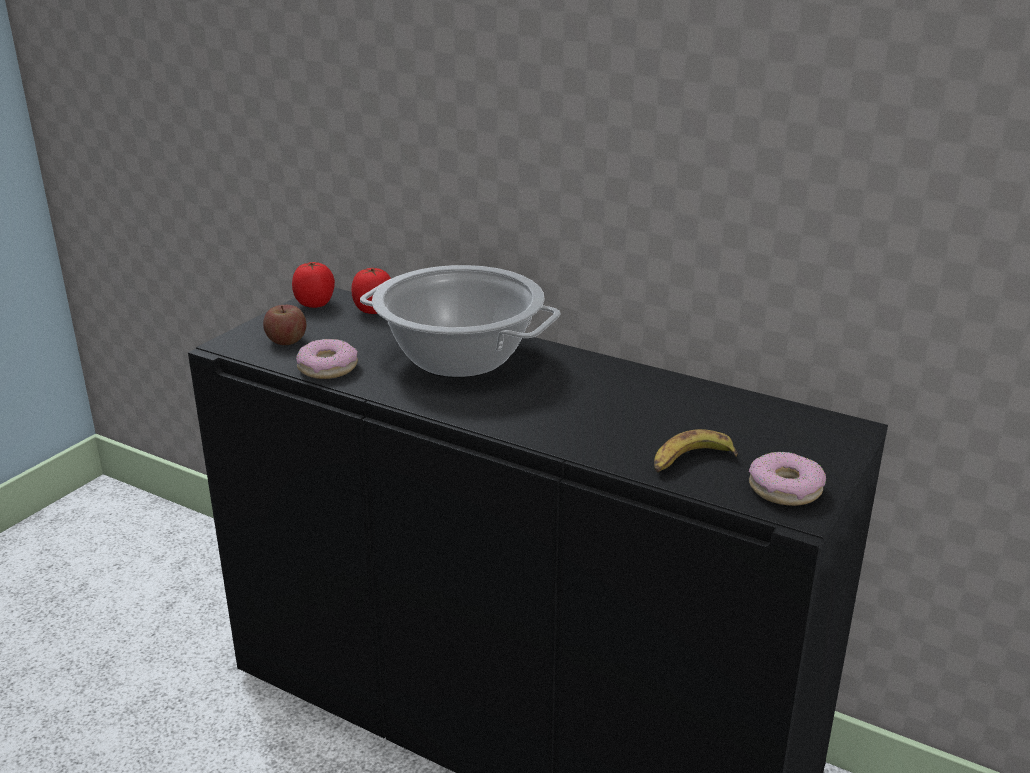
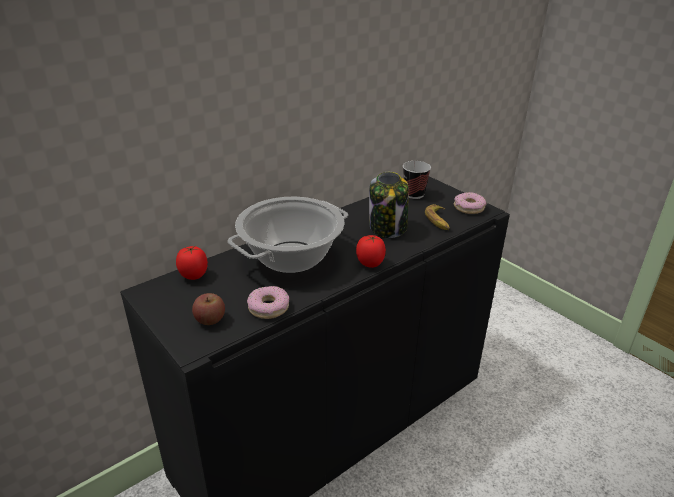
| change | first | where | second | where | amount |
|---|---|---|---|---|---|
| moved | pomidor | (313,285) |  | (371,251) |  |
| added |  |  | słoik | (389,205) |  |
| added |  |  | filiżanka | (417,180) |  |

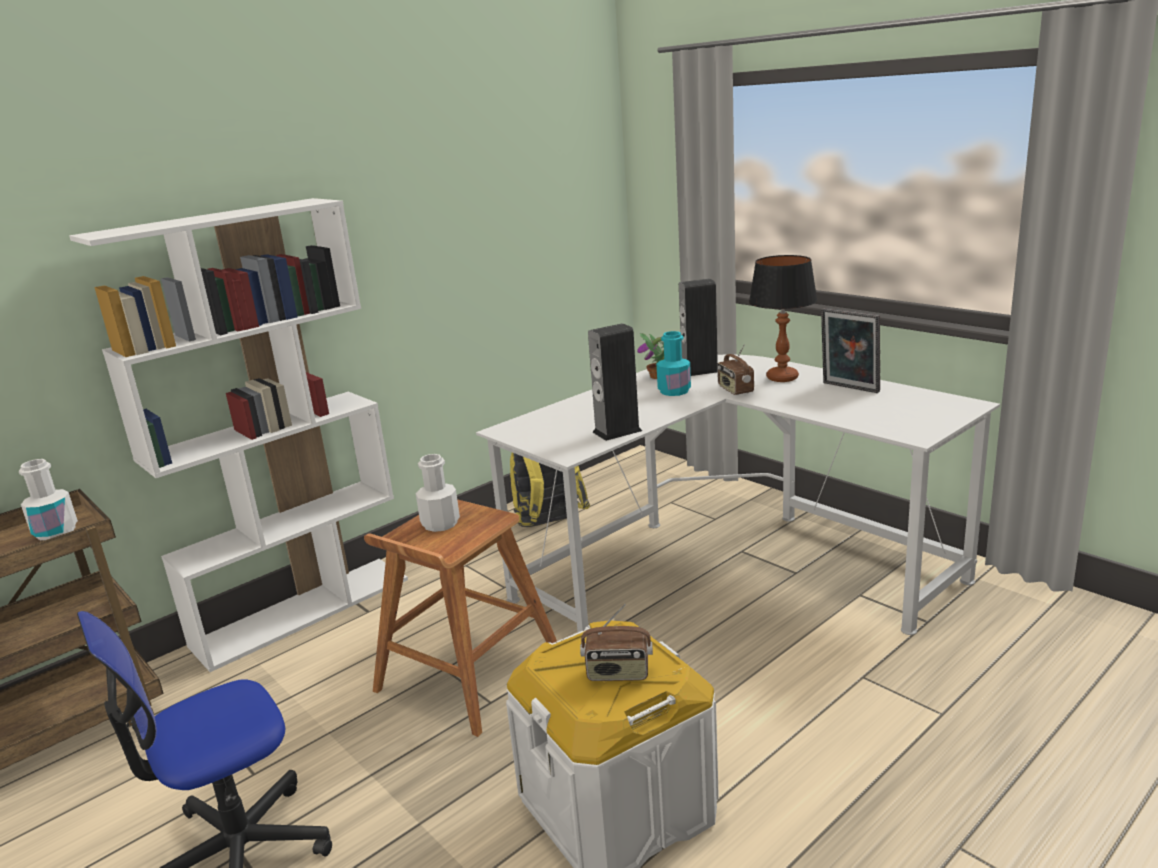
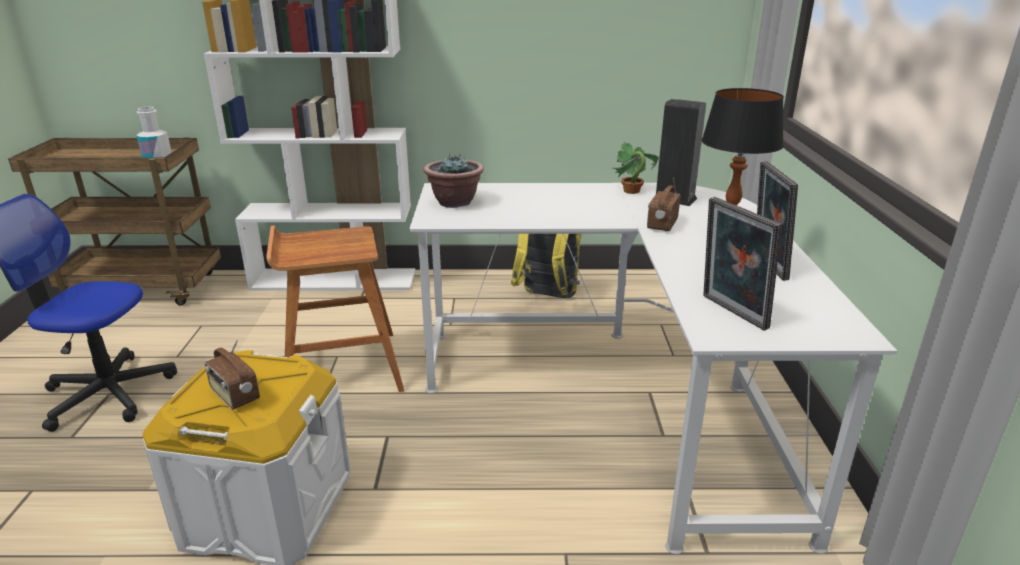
| change | first | where | second | where | amount |
|---|---|---|---|---|---|
| added |  |  | roślina doniczkowa | (454,181) |  |
| added |  |  | ramka na zdjęcie | (742,264) |  |
| removed | butelka (biały) | (438,493) |  |  |  |
| removed | głośnik | (615,382) |  |  |  |
| removed | butelka (turkusowy) | (674,363) |  |  |  |

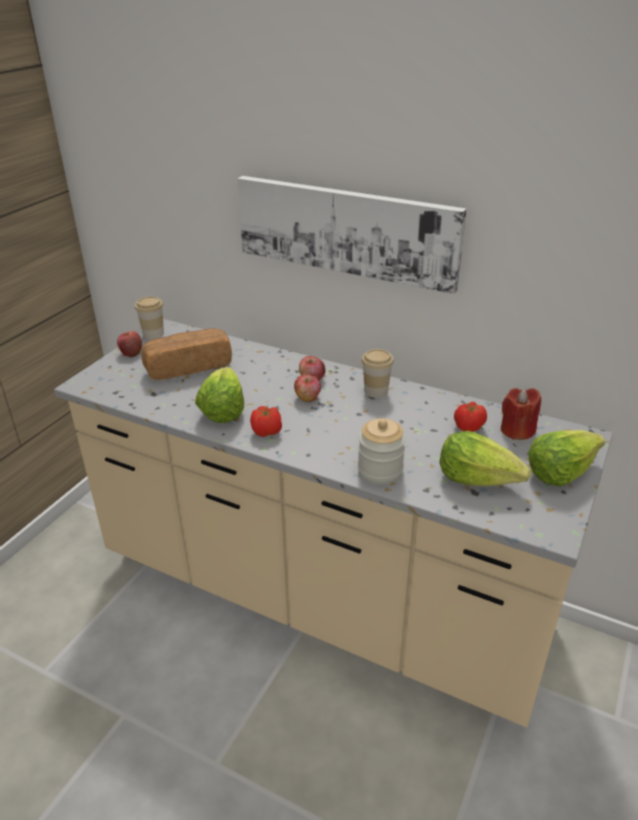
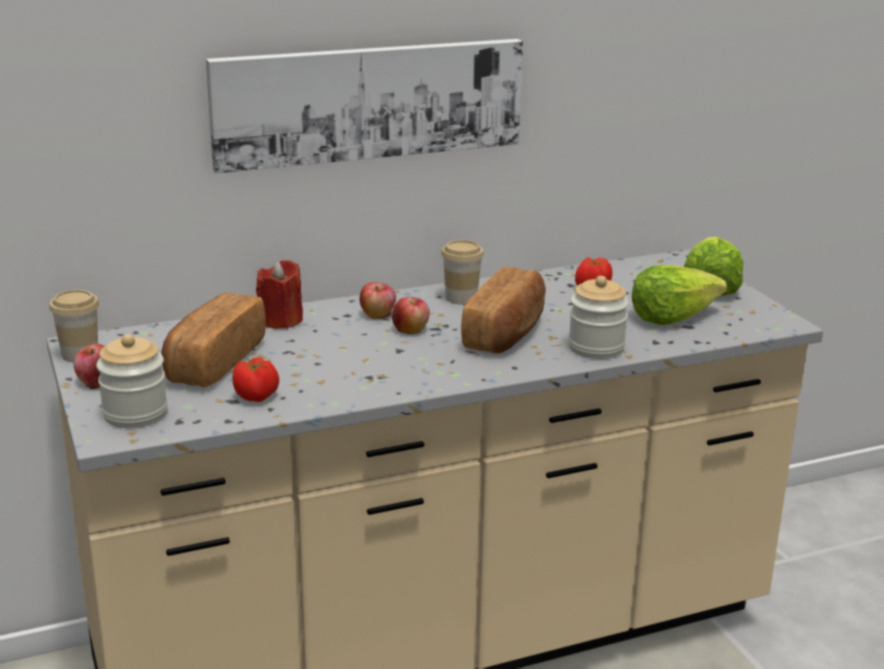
| change | first | where | second | where | amount |
|---|---|---|---|---|---|
| added |  |  | słoik | (132,381) |  |
| moved | pomidor | (266,421) |  | (255,379) |  |
| moved | świeca (czerwony) | (521,414) |  | (279,294) |  |
| added |  |  | chleb | (503,310) |  |
| removed | sałata | (219,395) |  |  |  |

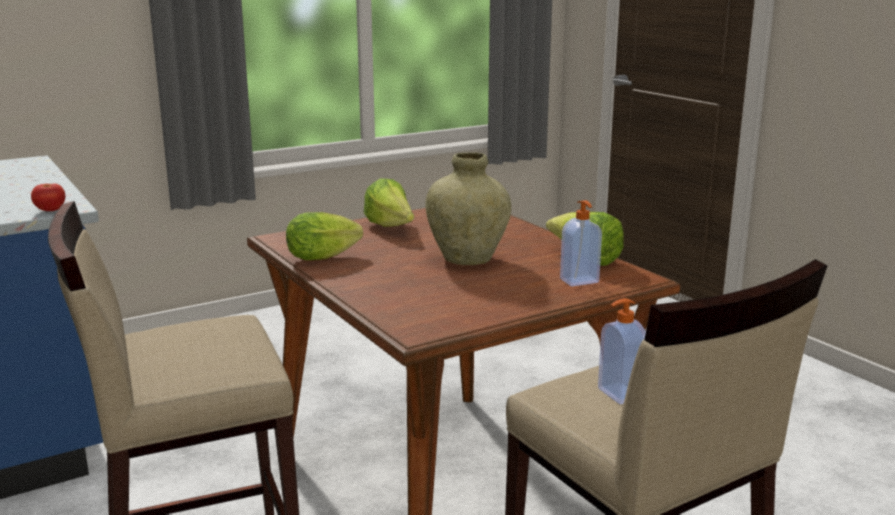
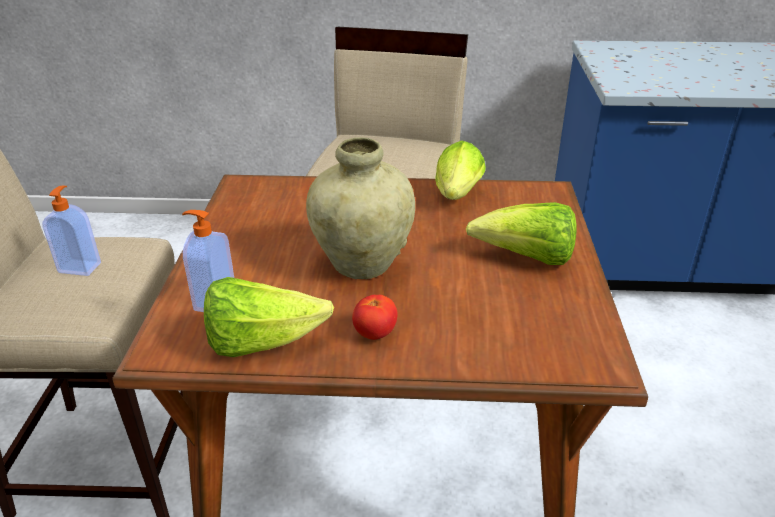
| change | first | where | second | where | amount |
|---|---|---|---|---|---|
| moved | pomidor | (48,197) |  | (375,317) |  |

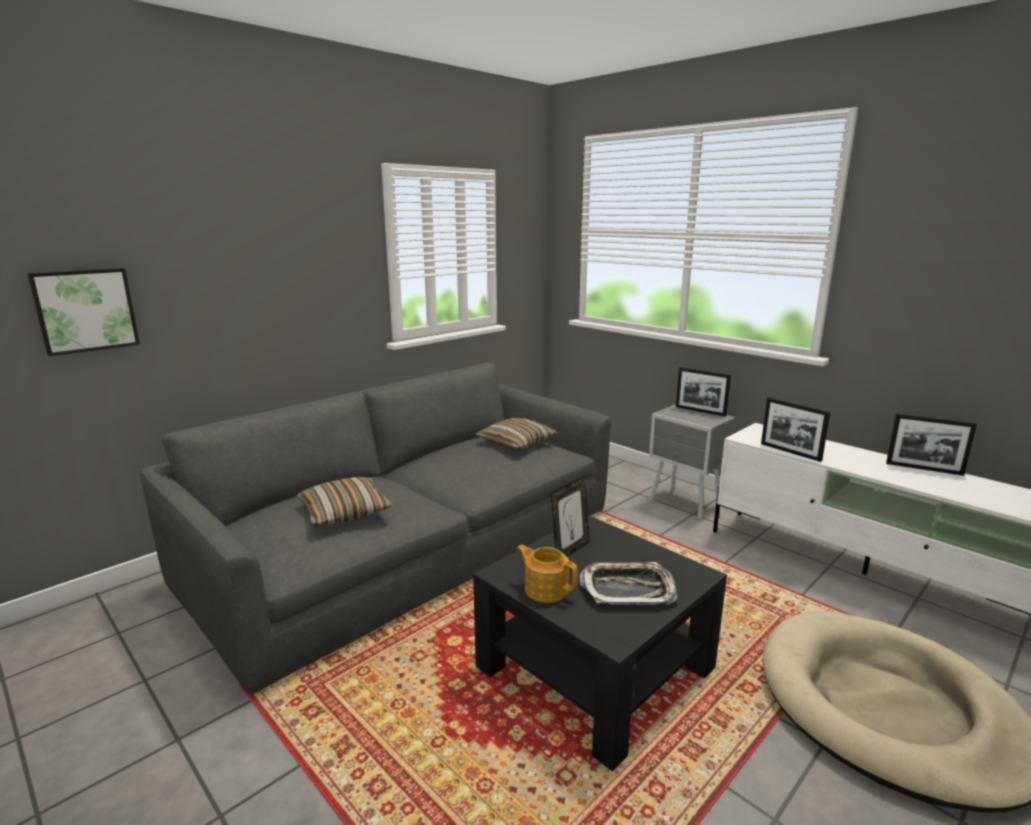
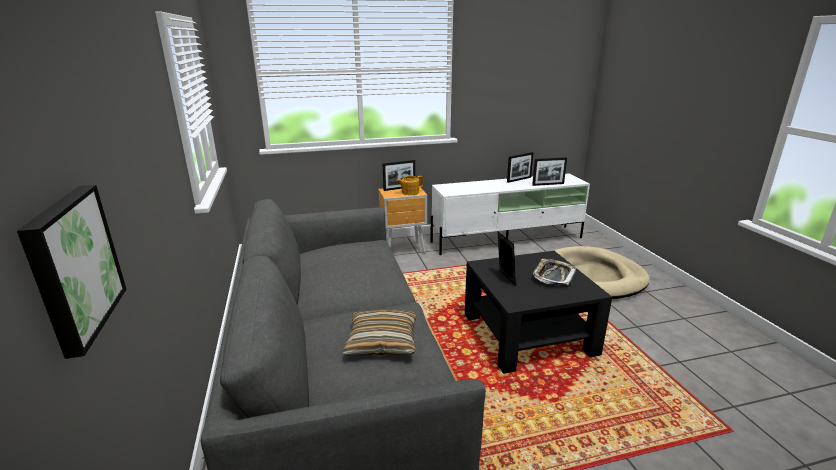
| change | first | where | second | where | amount |
|---|---|---|---|---|---|
| recoloured | szafka nocna (szary) | (692,461) | szafka nocna (brązowy) | (403,220) |  |
| moved | imbryk | (547,573) |  | (410,185) |  |
| moved | ramka na zdjęcie | (795,429) |  | (549,171) |  |
| removed | poduszka | (516,434) |  |  |  |

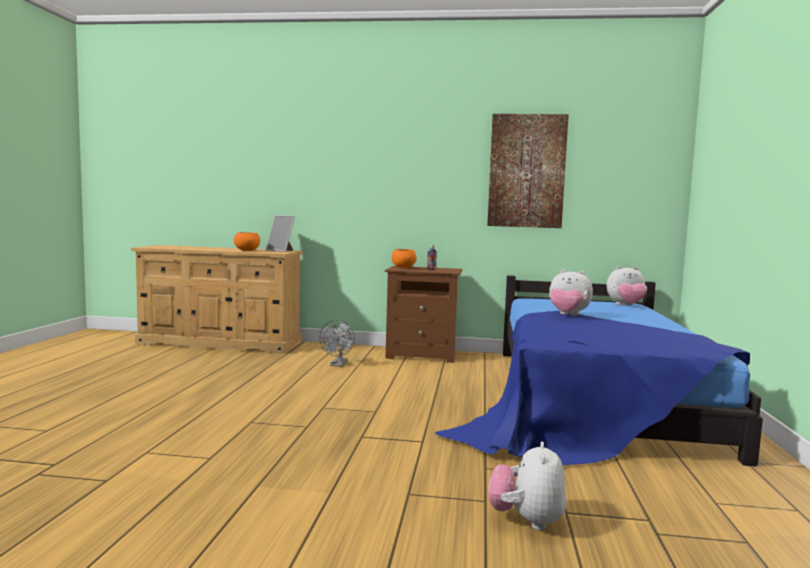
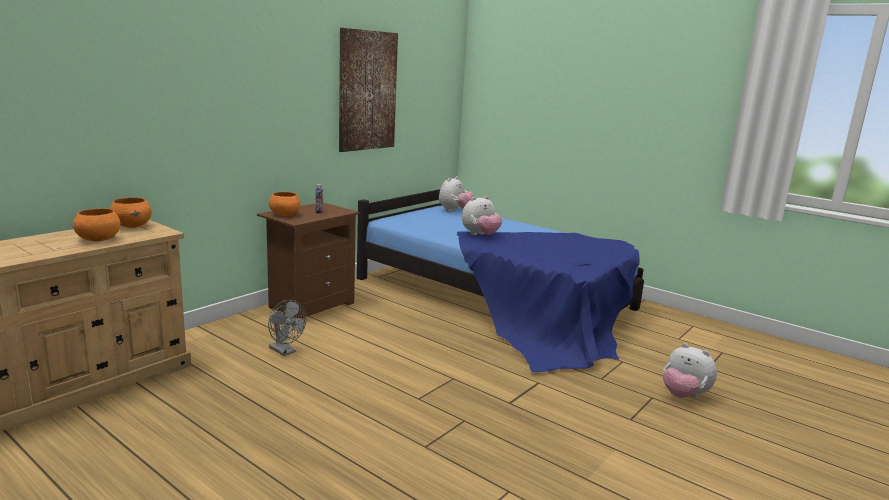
| change | first | where | second | where | amount |
|---|---|---|---|---|---|
| replaced | ramka na zdjęcie | (280,233) | miska (pomarańczowy) | (131,212) |  |

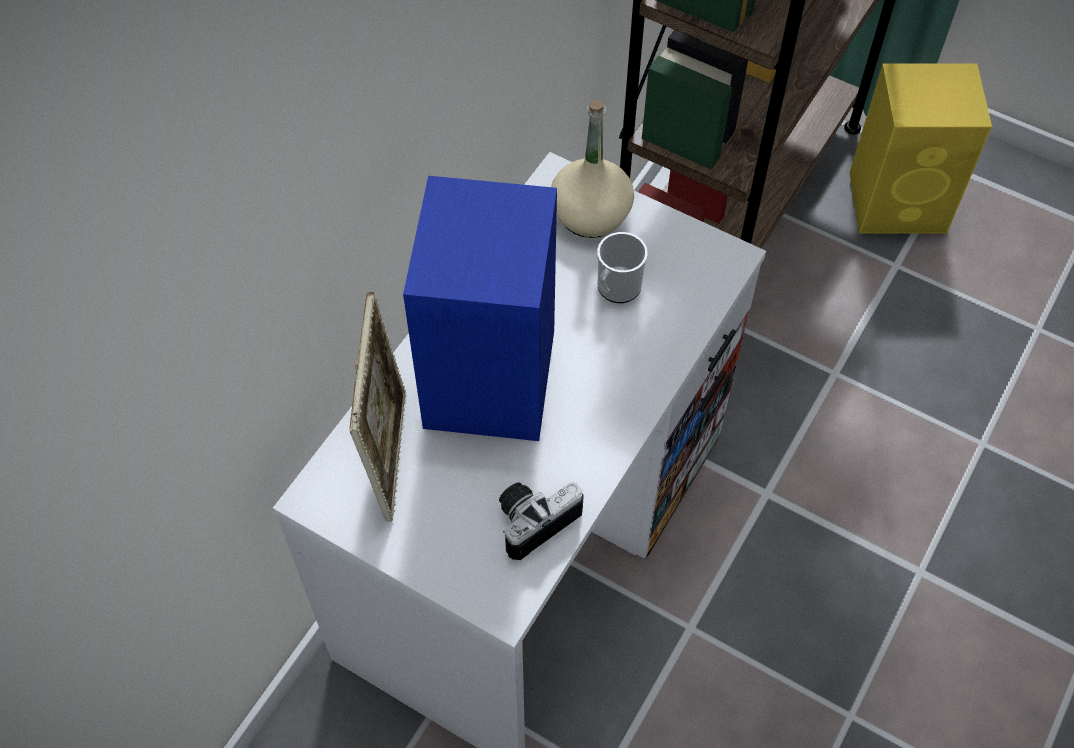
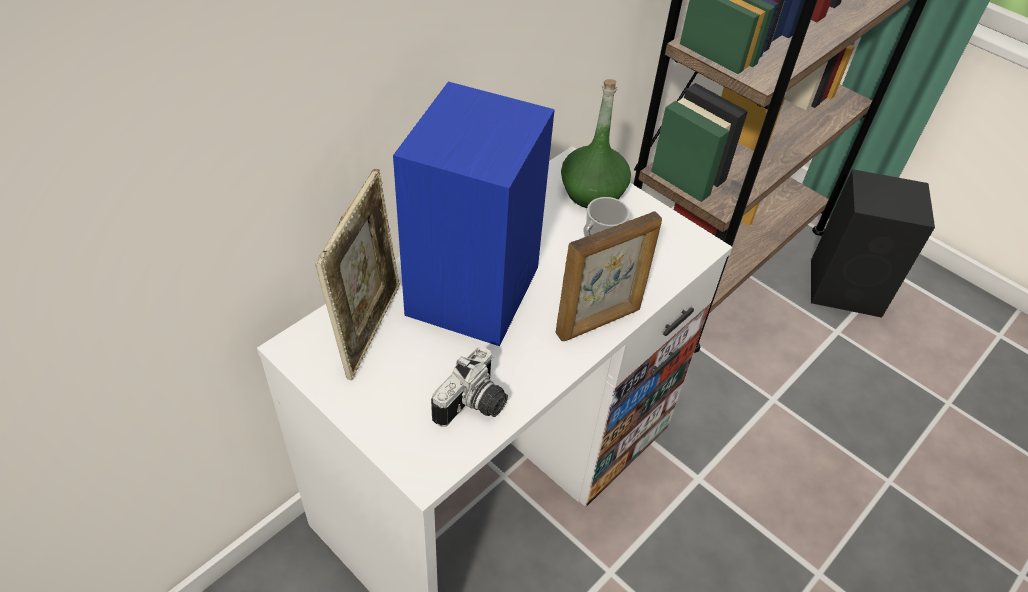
| change | first | where | second | where | amount |
|---|---|---|---|---|---|
| turned | aparat fotograficzny | (541,521) |  | (469,386) | 150 degrees clockwise |
| added |  |  | ramka na zdjęcie | (608,276) |  |
| recoloured | butelka (beżowy) | (592,169) | butelka (zielony) | (596,143) |  |
| recoloured | głośnik (żółty) | (921,148) | głośnik (czarny) | (873,243) |  |

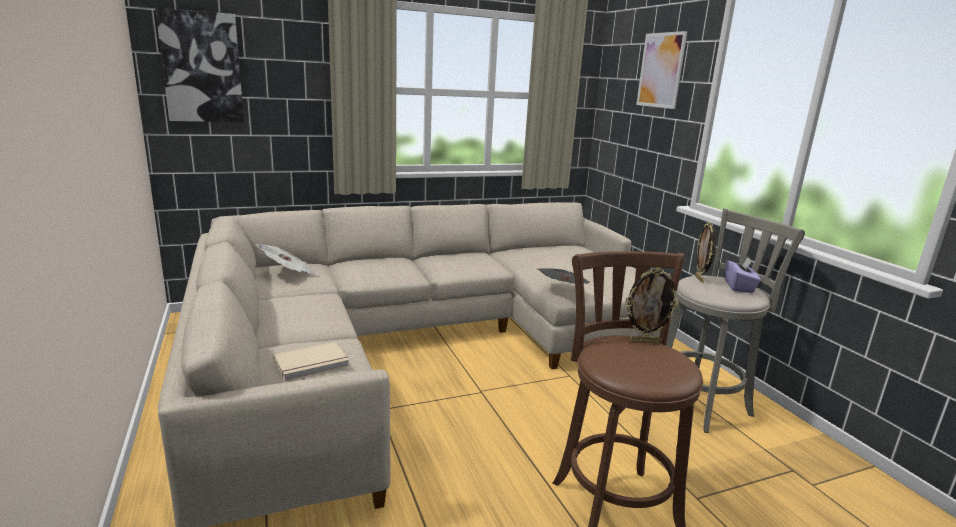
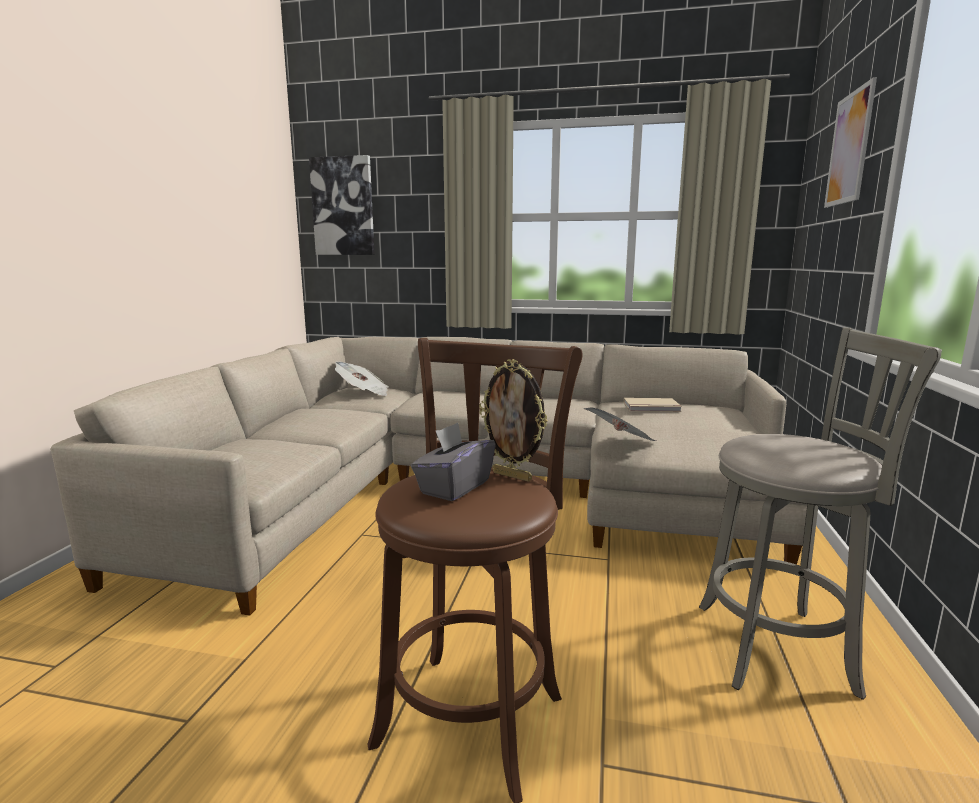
| change | first | where | second | where | amount |
|---|---|---|---|---|---|
| added |  |  | pudełko chusteczek (szary) | (453,461) |  |
| moved | książka (beżowy) | (311,361) |  | (652,405) |  |
| removed | ramka na zdjęcie | (705,252) |  |  |  |
| removed | pudełko chusteczek (fioletowy) | (743,275) |  |  |  |

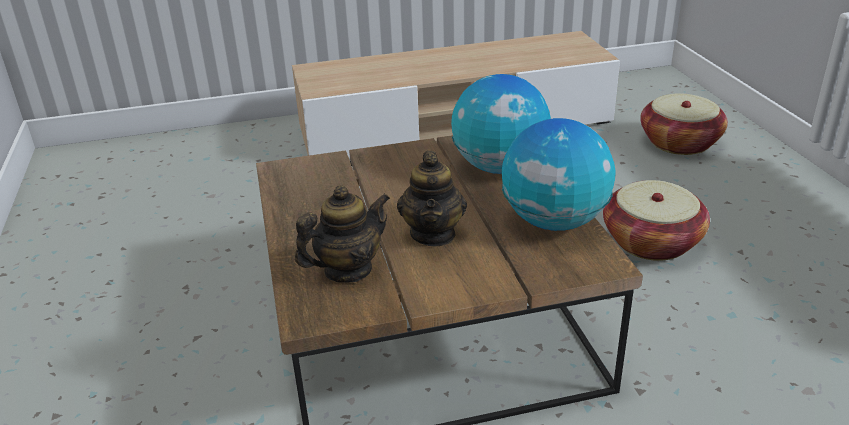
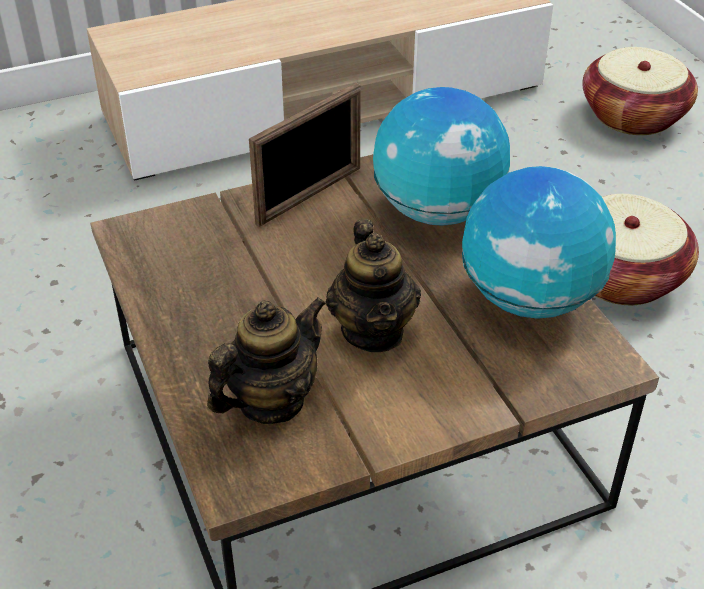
| change | first | where | second | where | amount |
|---|---|---|---|---|---|
| added |  |  | ramka na zdjęcie | (305,155) |  |

